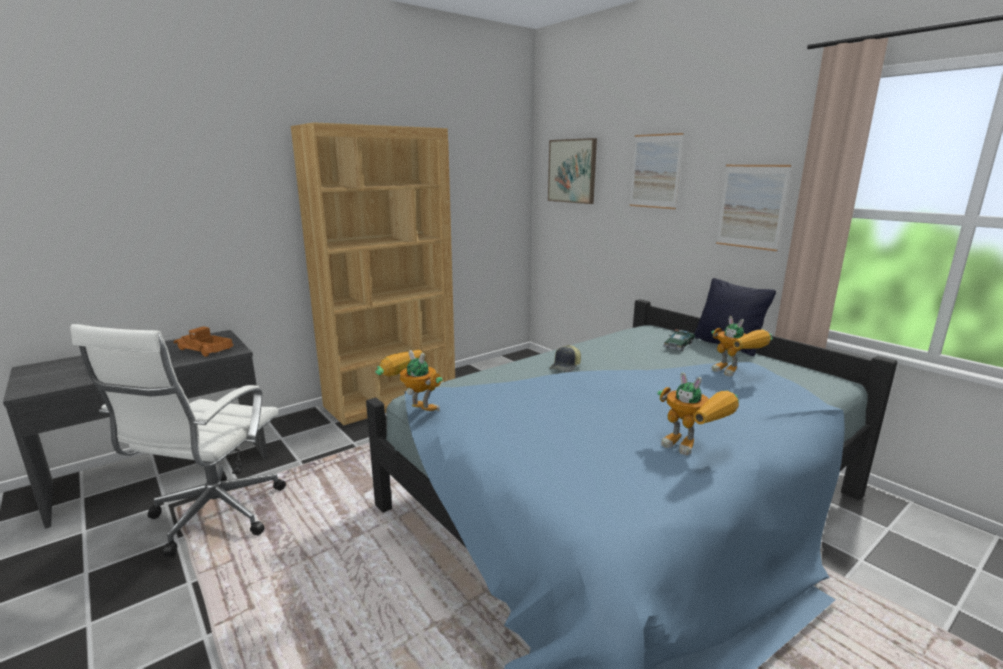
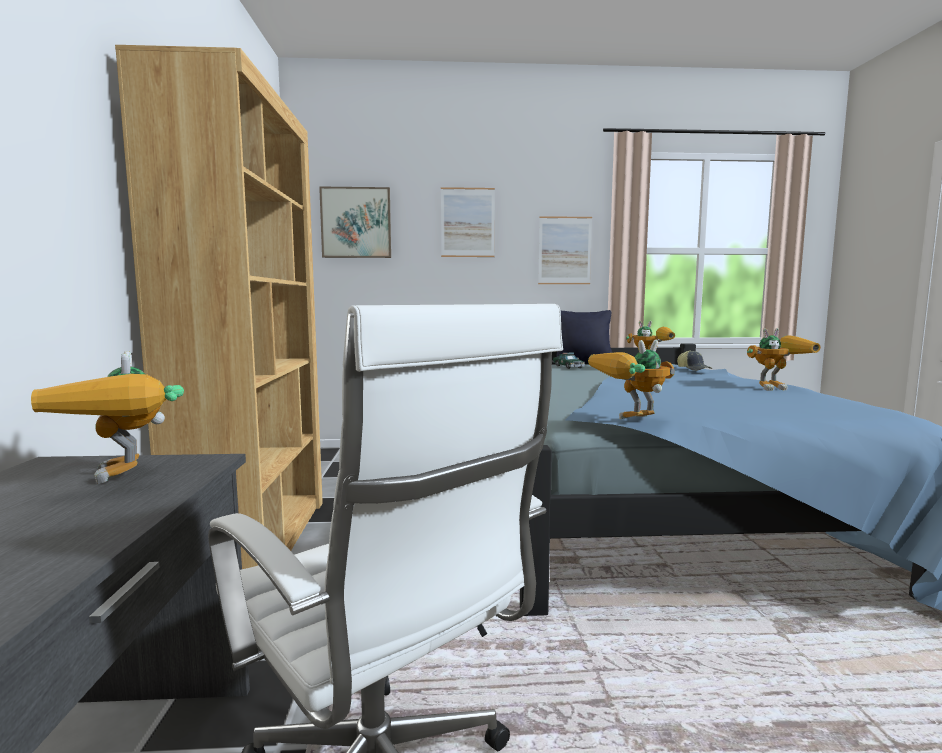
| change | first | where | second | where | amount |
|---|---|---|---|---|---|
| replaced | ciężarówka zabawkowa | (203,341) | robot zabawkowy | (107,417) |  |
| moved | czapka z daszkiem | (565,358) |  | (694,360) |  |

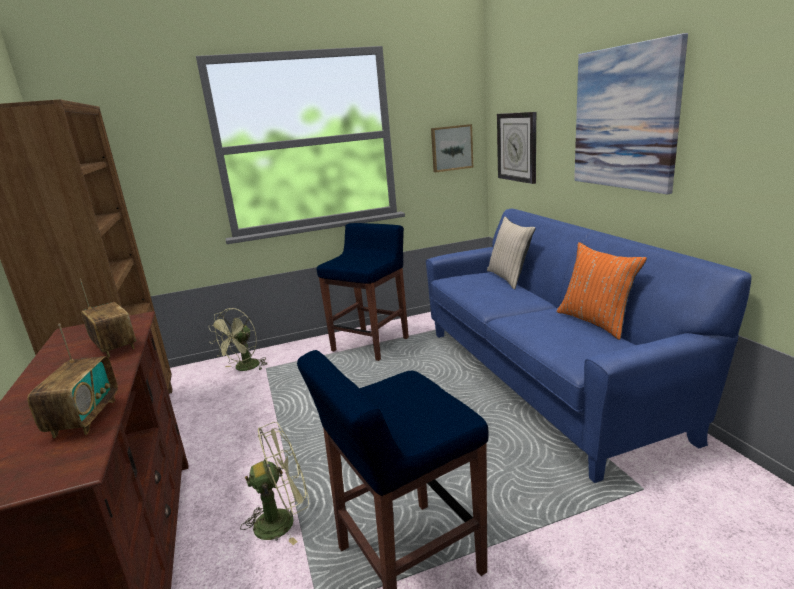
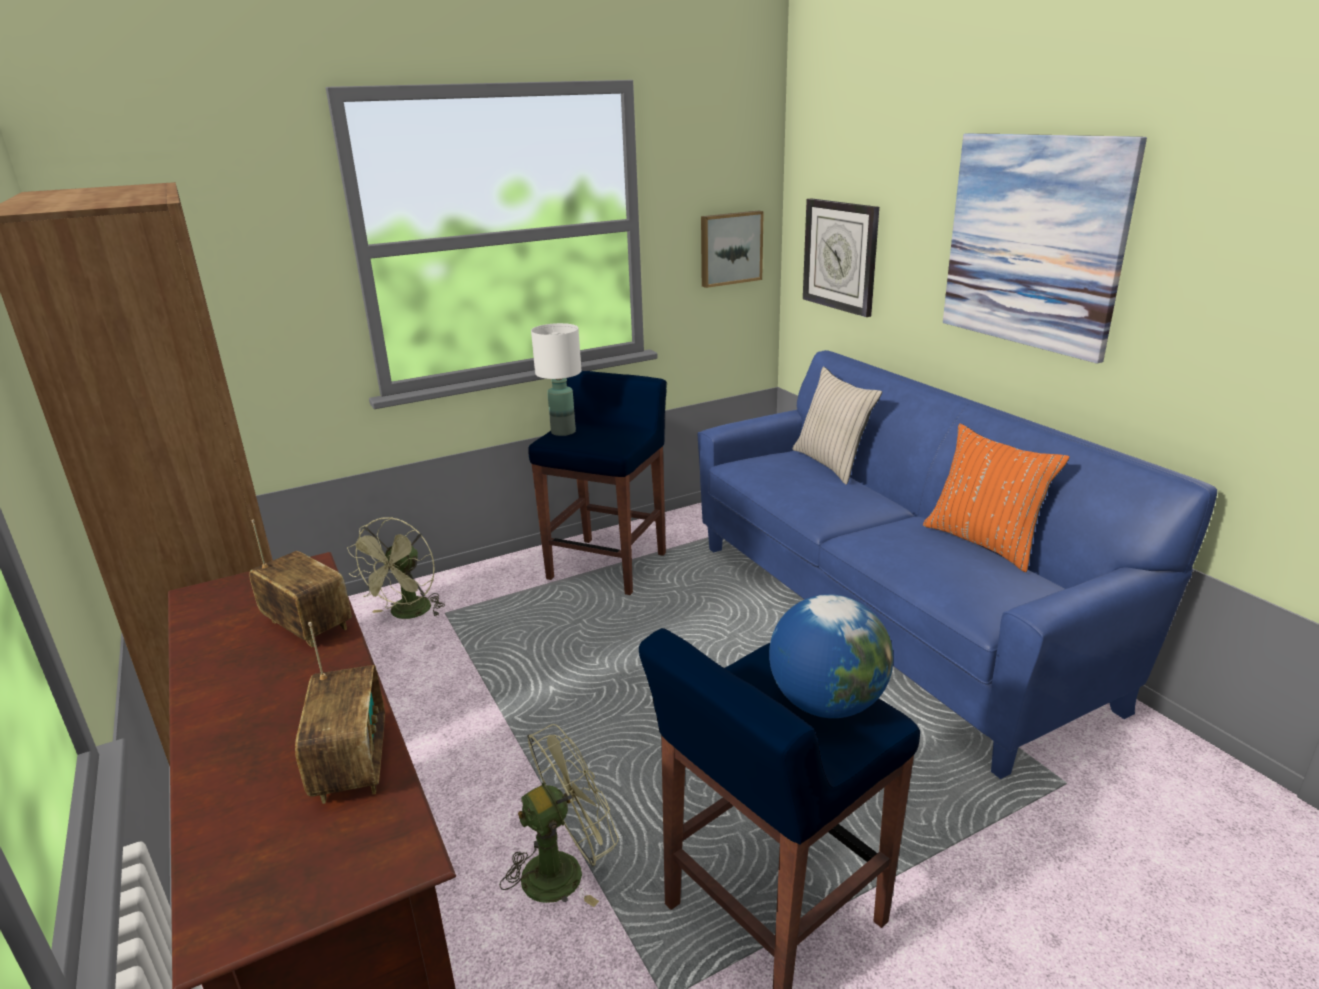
| change | first | where | second | where | amount |
|---|---|---|---|---|---|
| added |  |  | lampa stołowa (biały) | (556,379) |  |
| added |  |  | globus | (831,656) |  |

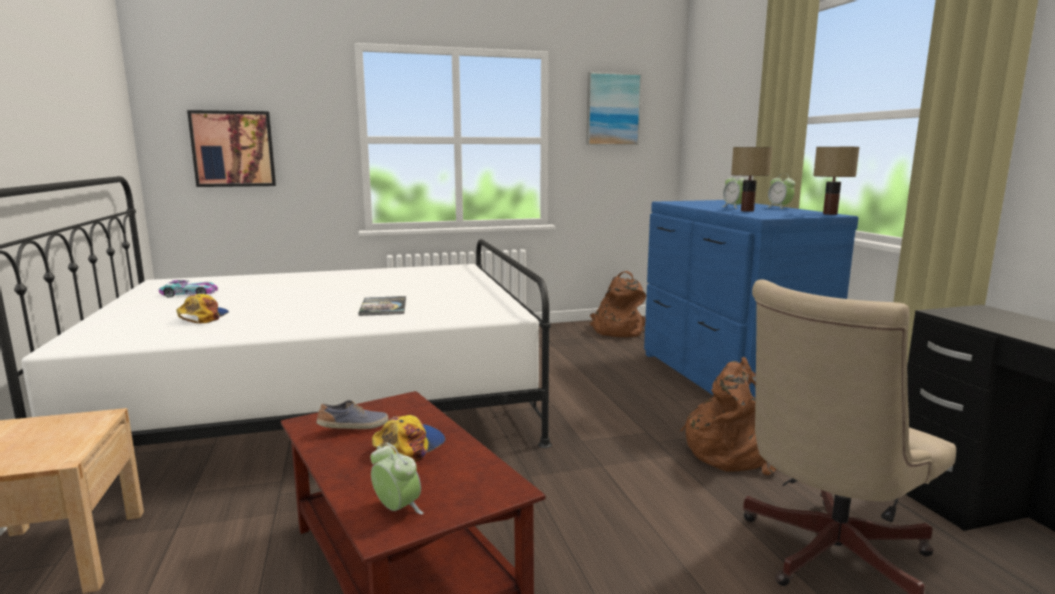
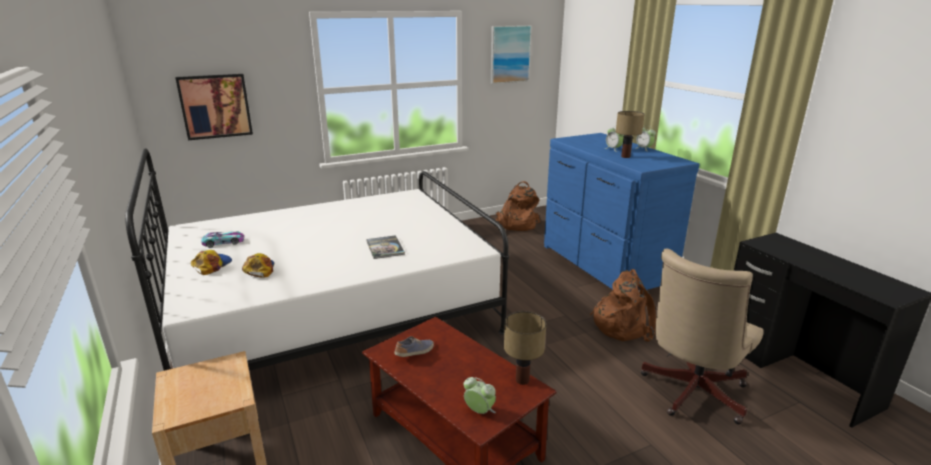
| change | first | where | second | where | amount |
|---|---|---|---|---|---|
| moved | czapka z daszkiem | (408,438) |  | (211,262) |  |
| moved | lampa stołowa | (836,181) |  | (525,348) |  |

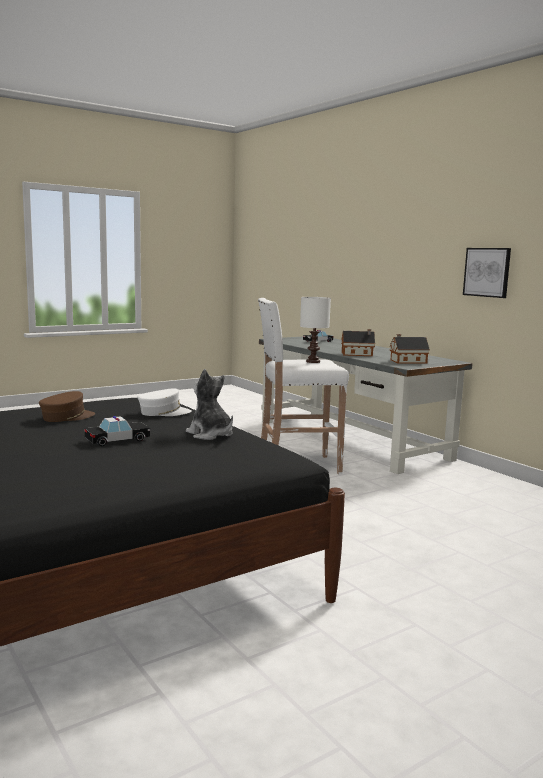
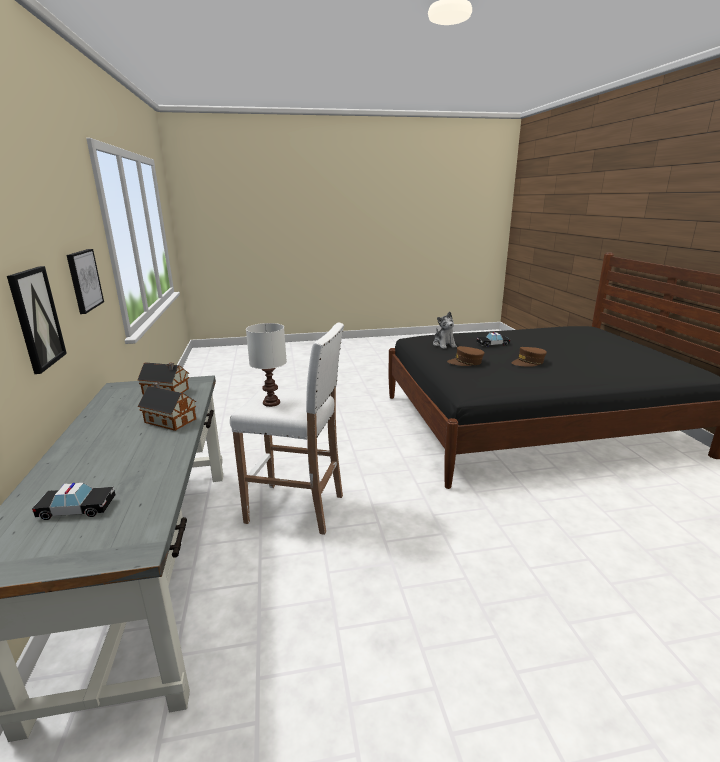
| change | first | where | second | where | amount |
|---|---|---|---|---|---|
| added |  |  | obraz | (37,320) |  |
| recoloured | czapka z daszkiem (biały) | (165,402) | czapka z daszkiem (brązowy) | (466,356) |  |

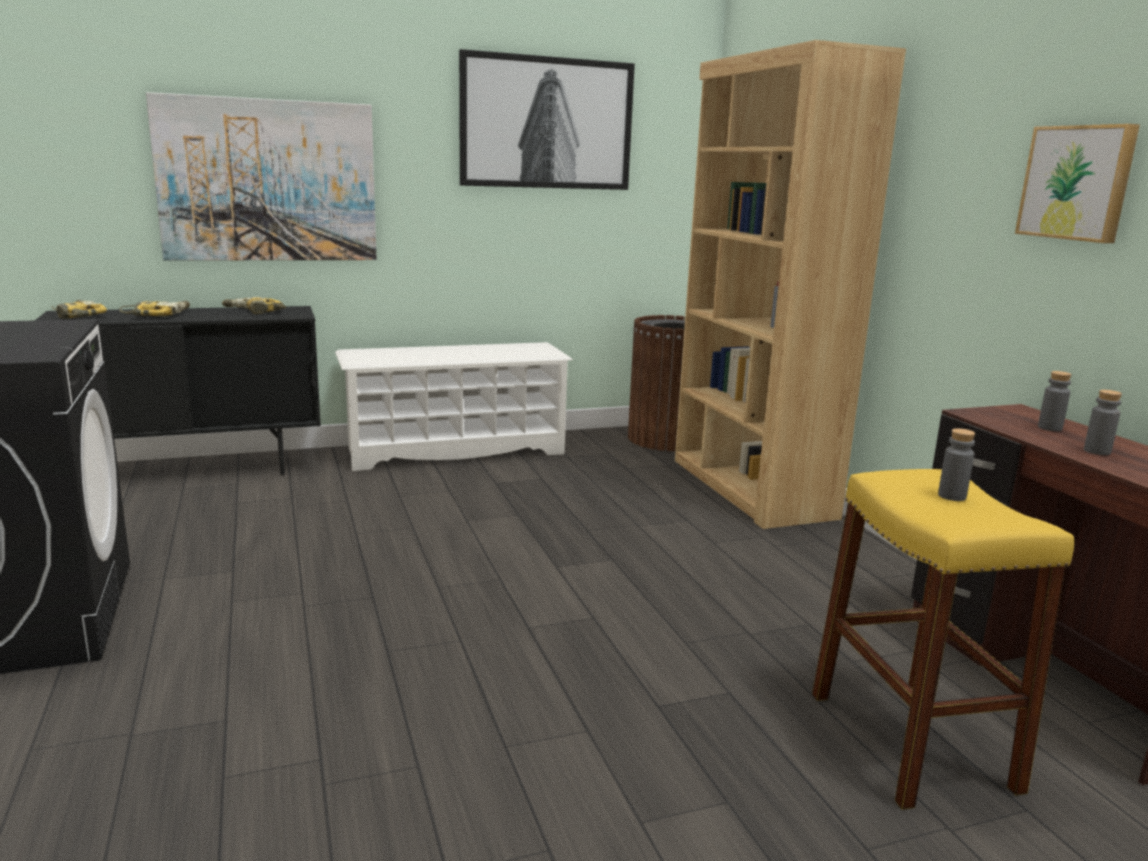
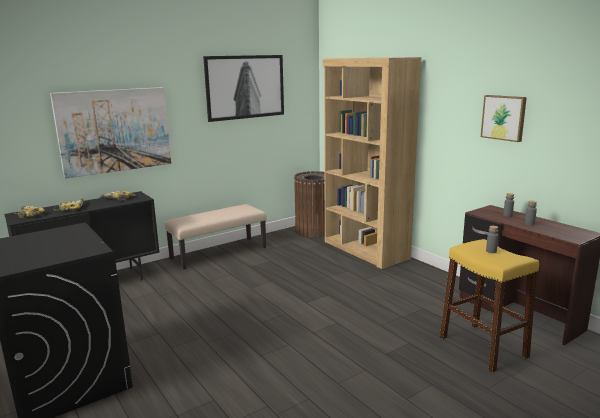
| change | first | where | second | where | amount |
|---|---|---|---|---|---|
| replaced | regał na buty (biały) | (454,406) | ławka (beżowy) | (216,237) |  |

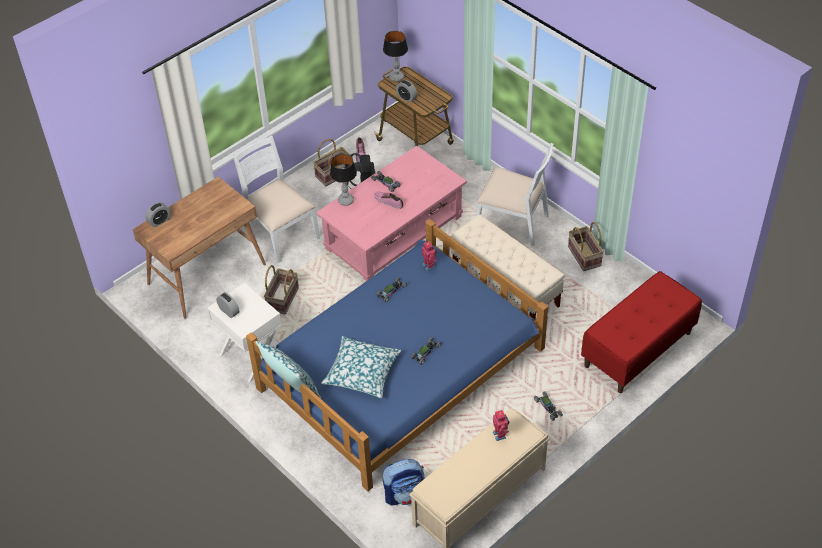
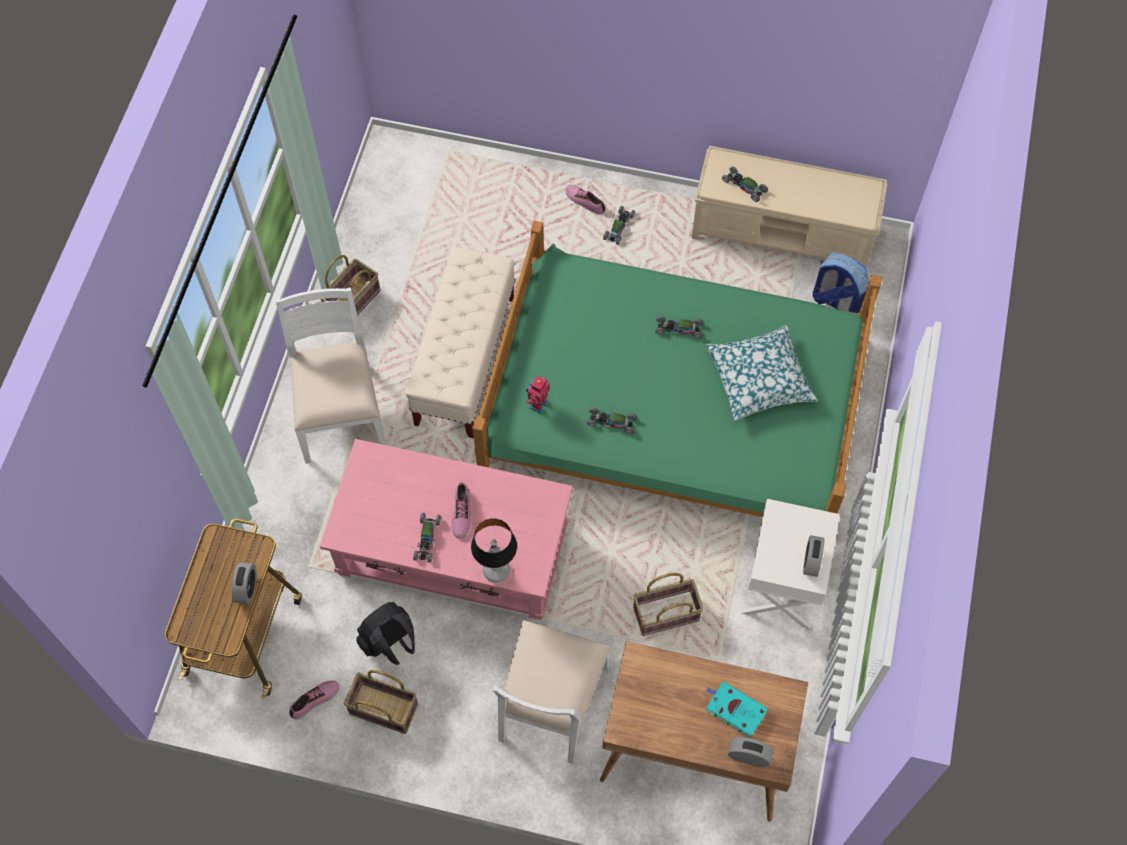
| change | first | where | second | where | amount |
|---|---|---|---|---|---|
| recoloured | łóżko (niebieski) | (397,355) | łóżko (zielony) | (677,369) |  |
| added |  |  | but | (585,200) |  |
| added |  |  | książka (turkusowy) | (737,709) |  |
| replaced | robot zabawkowy | (501,425) | samochodzik | (745,184) |  |
| removed | poduszka | (289,370) |  |  |  |
| removed | lampa stołowa | (395,56) |  |  |  |
| removed | ławka (czerwony) | (641,332) |  |  |  |

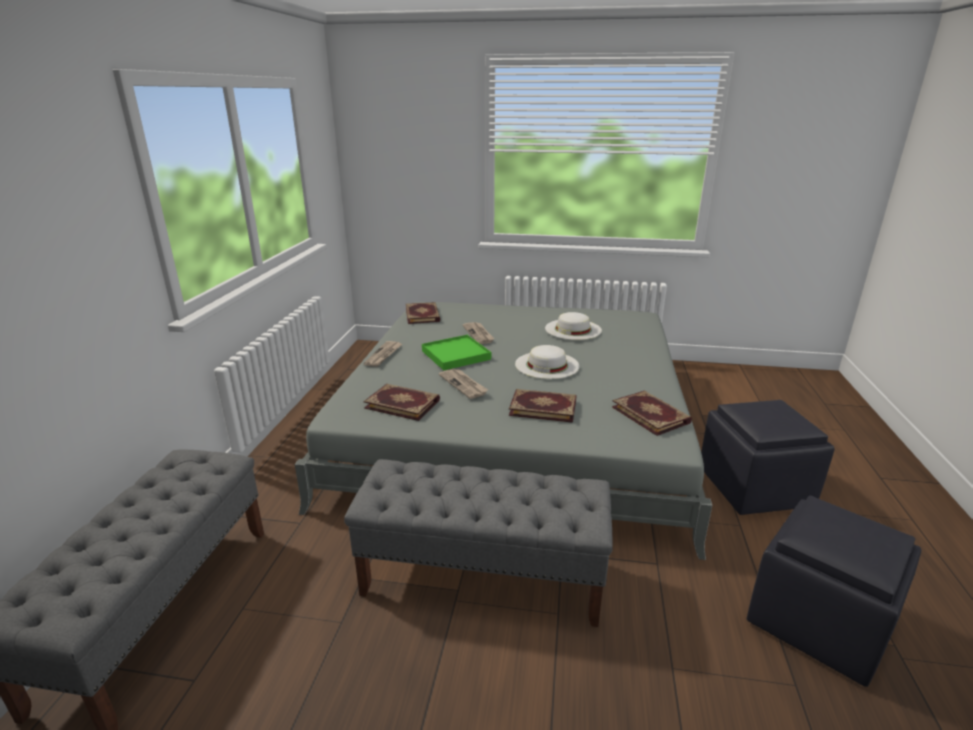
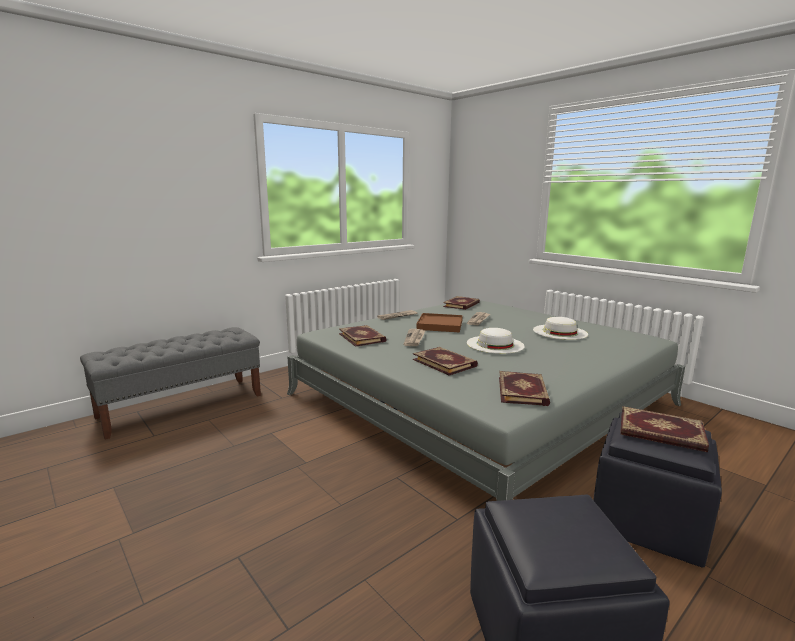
| change | first | where | second | where | amount |
|---|---|---|---|---|---|
| recoloured | taca (zielony) | (456,352) | taca (brązowy) | (439,322) |  |
| added |  |  | książka | (664,429) |  |
| removed | ławka (szary) | (478,543) |  |  |  |

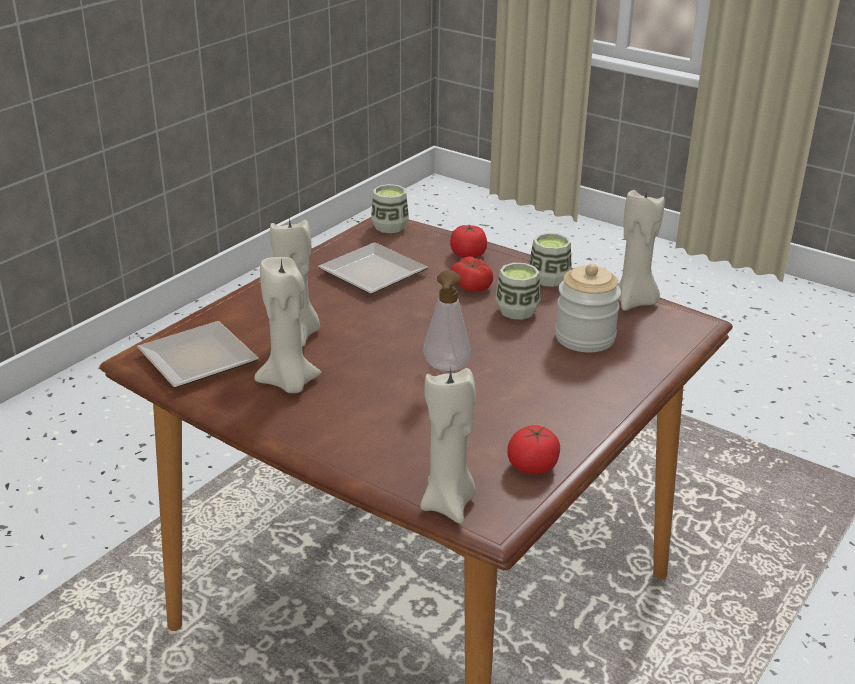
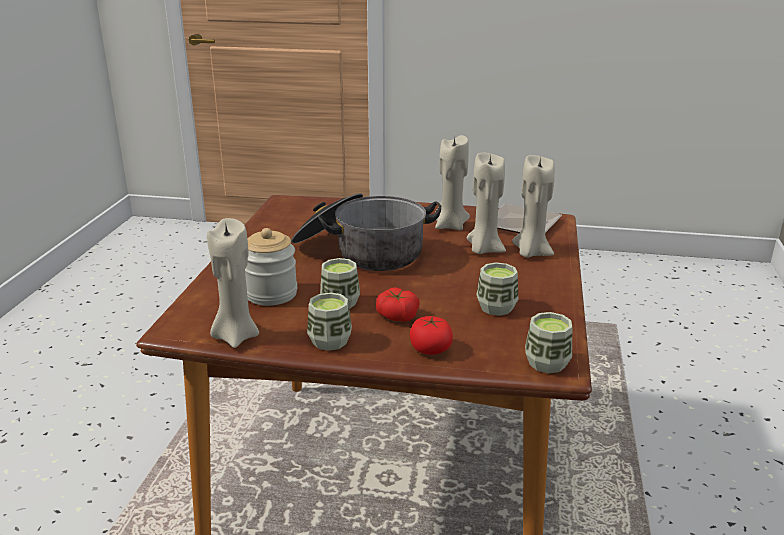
| change | first | where | second | where | amount |
|---|---|---|---|---|---|
| replaced | dozownik mydła | (447,320) | garnek | (366,232) |  |
| replaced | talerz | (373,268) | filiżanka | (497,289) |  |
| moved | świeca (beżowy) | (448,445) |  | (533,206) |  |
| removed | pomidor | (533,450) |  |  |  |

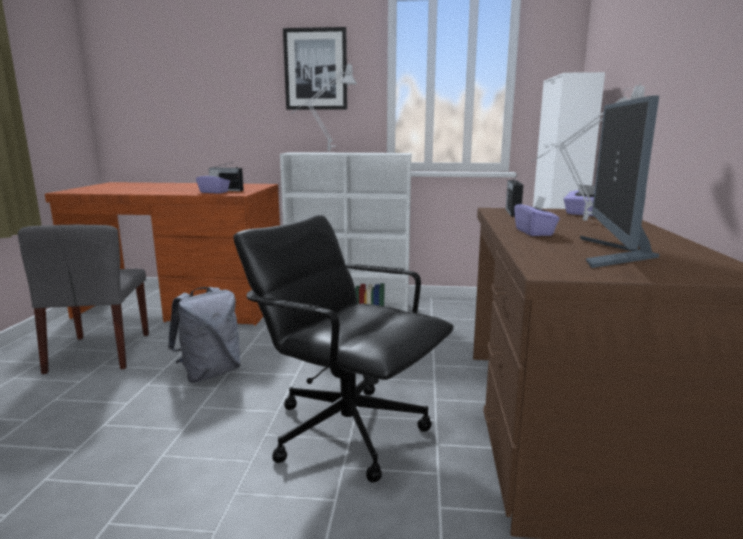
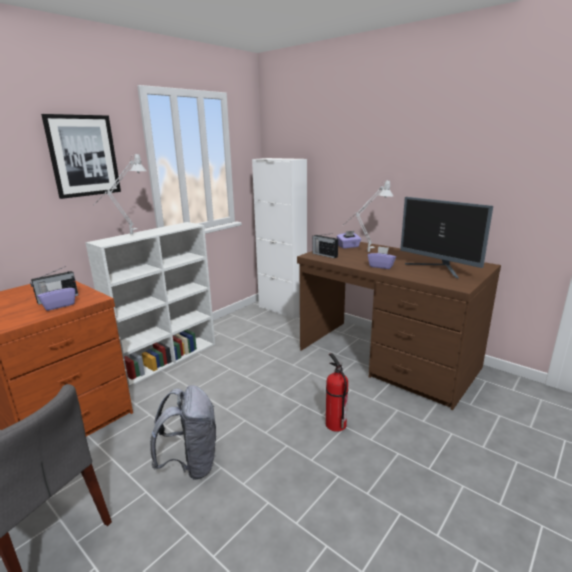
| change | first | where | second | where | amount |
|---|---|---|---|---|---|
| replaced | krzesło biurowe (czarny) | (343,348) | gaśnica | (337,392) |  |

